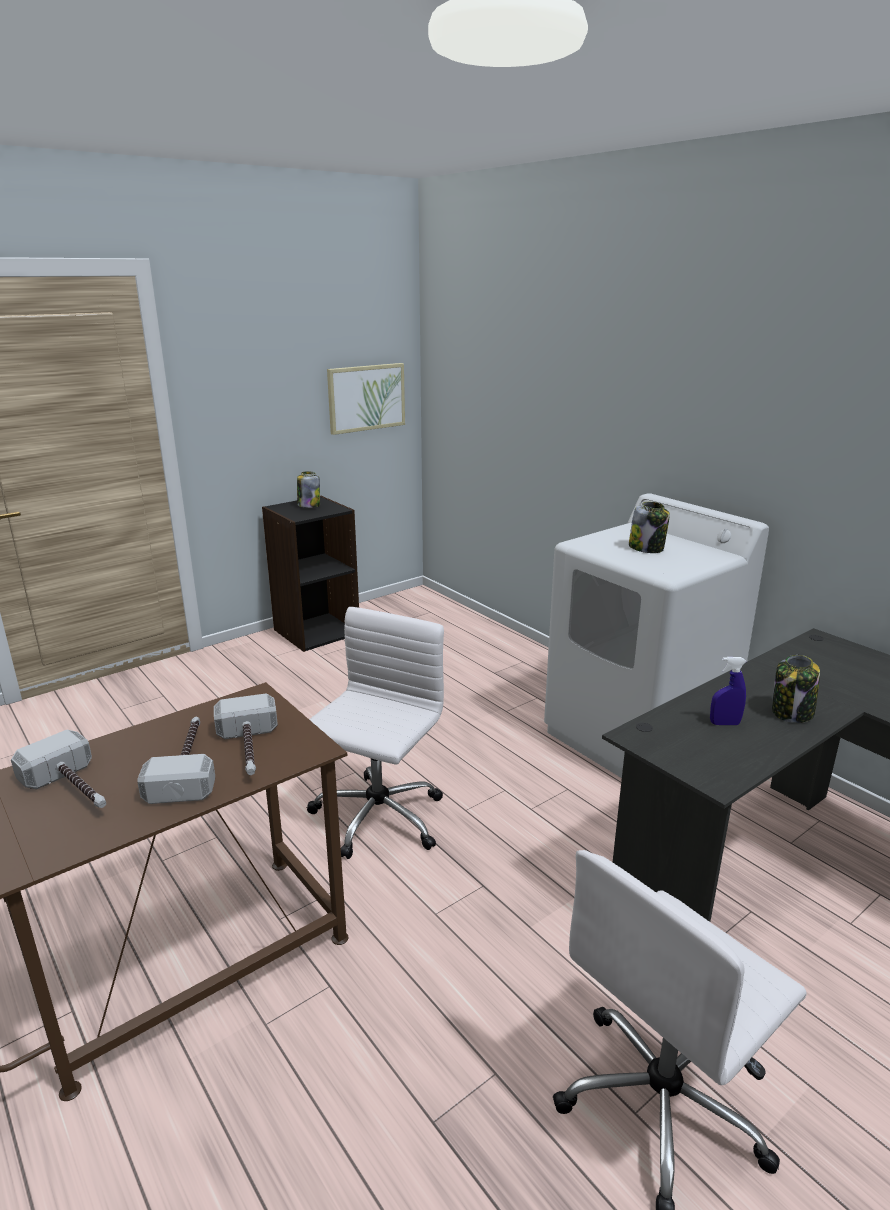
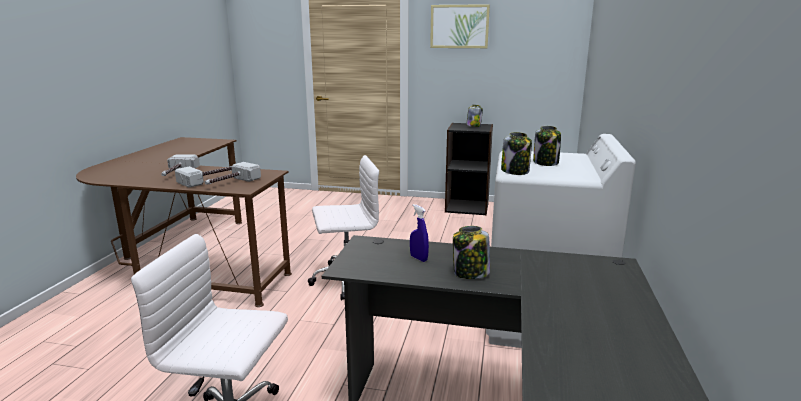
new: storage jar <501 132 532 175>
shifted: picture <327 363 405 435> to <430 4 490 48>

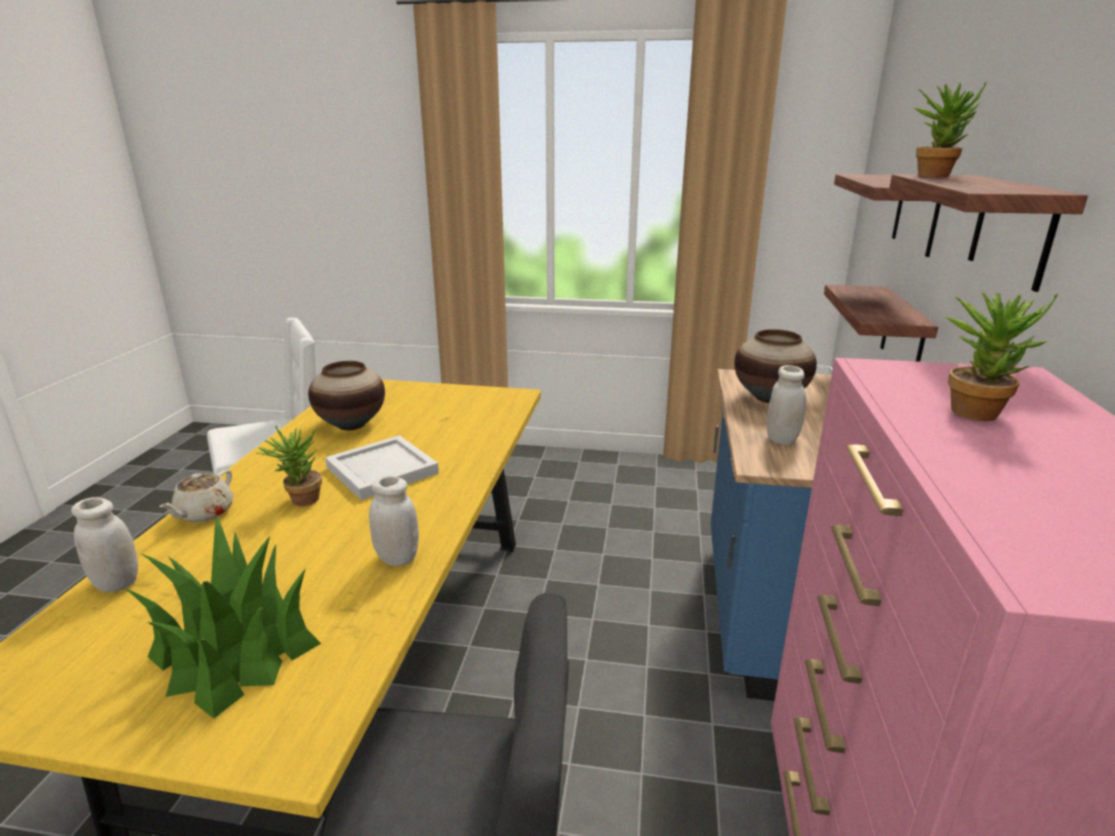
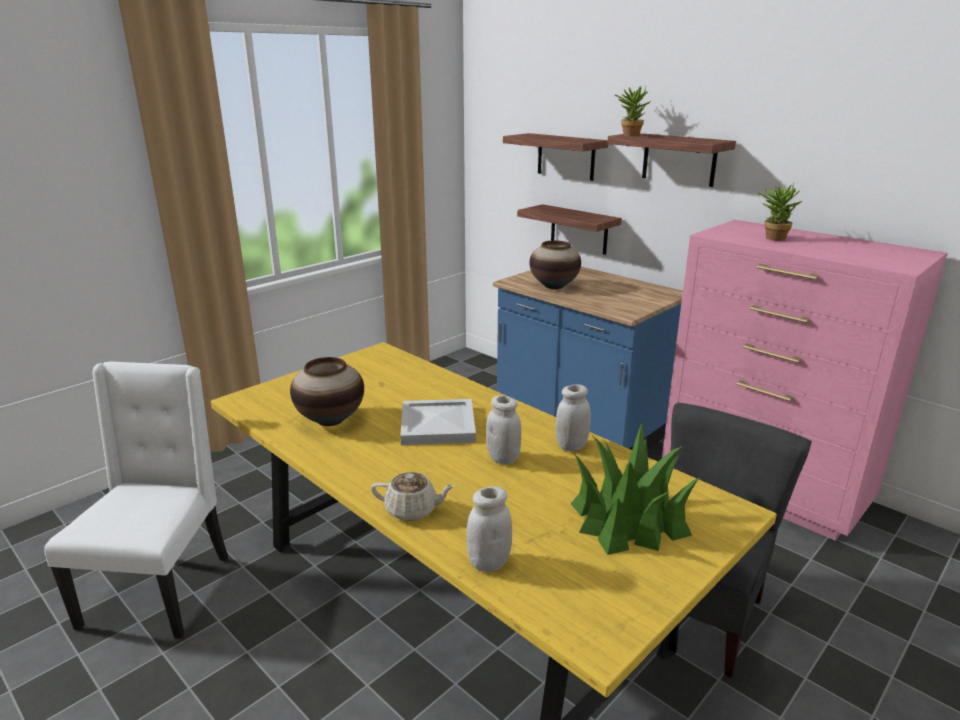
gone: potted plant <257 426 322 506>
shifted: whitish storage jar <767 365 806 445> to <486 395 521 464>
rotated: beige tea pot <160 470 233 522> = <371 472 455 521> 45 degrees counterclockwise

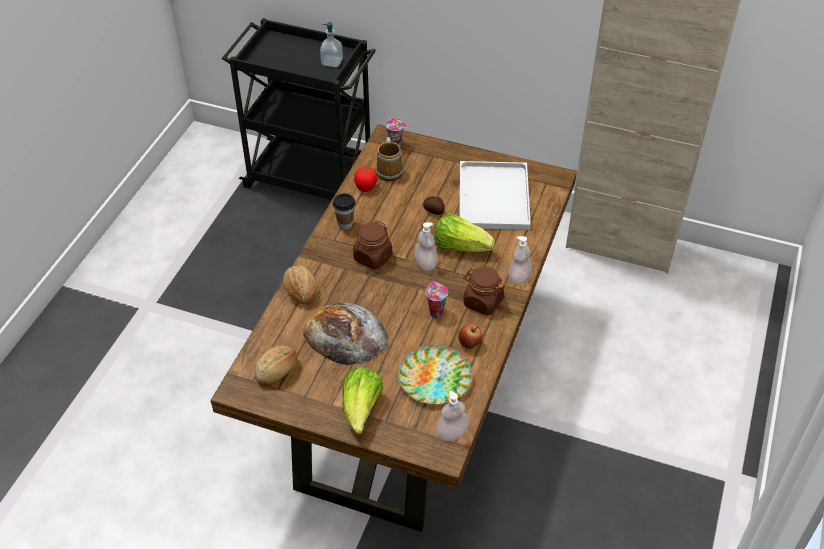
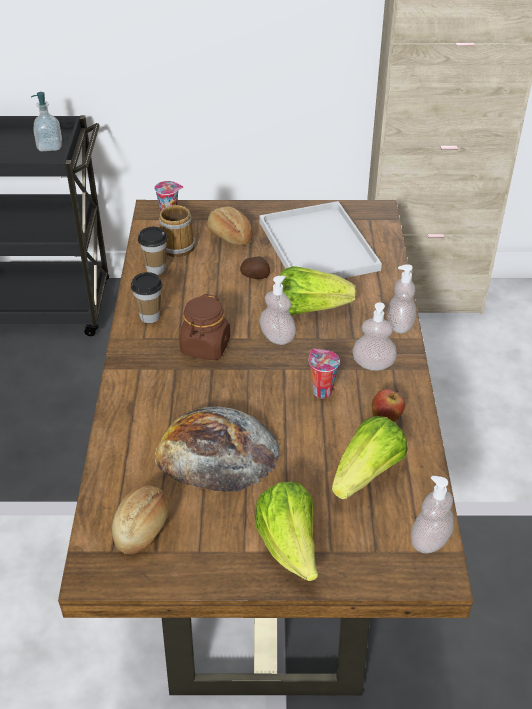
shifted: baked bread <283 266 317 305> to <207 206 253 245>
swapped: fresh tomato <354 167 377 192> to cup <138 227 168 275>; flat dish <398 345 472 405> to lettuce <332 416 408 500>; brown storage jar <463 267 505 315> to soap dispenser <353 302 397 371>

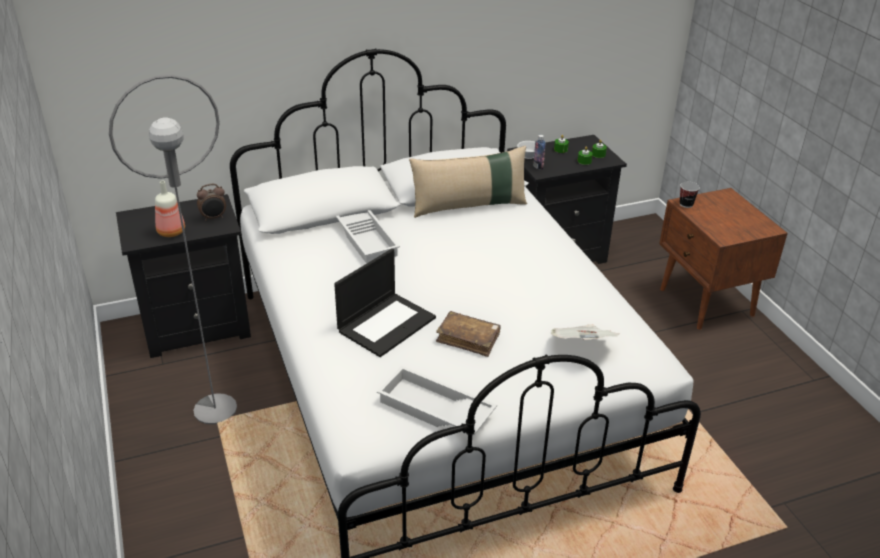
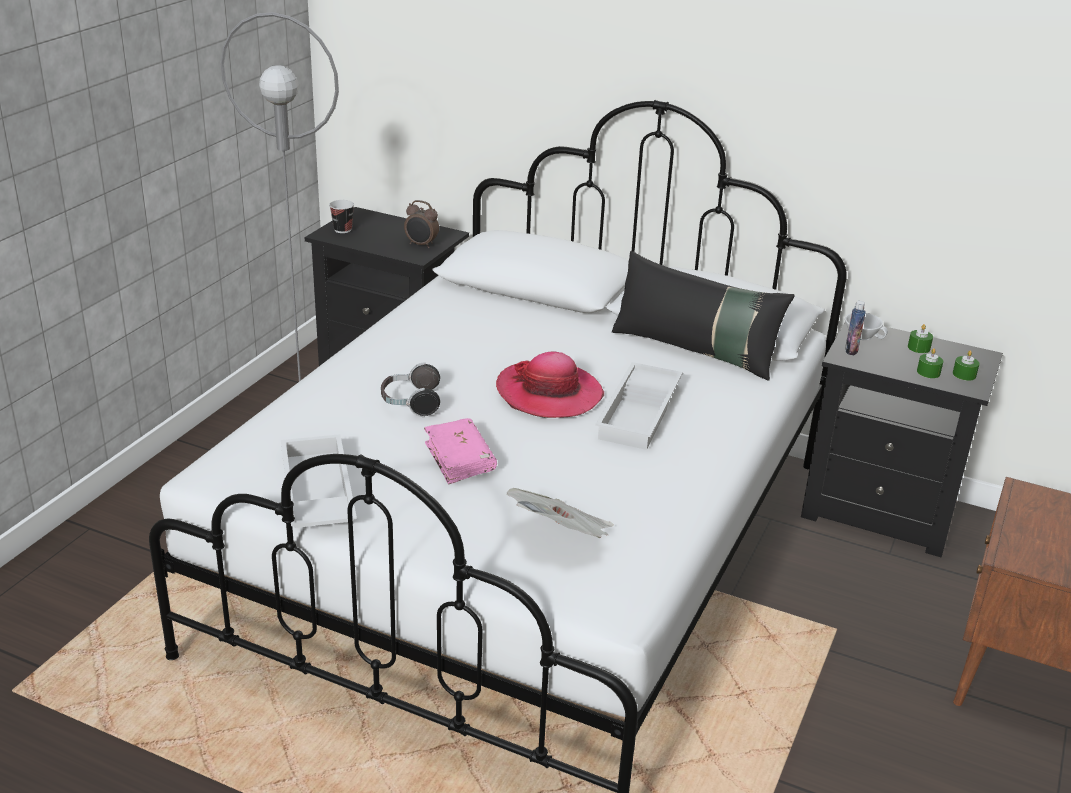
gone: beverage bottle <155 181 185 237>
new: hat <496 351 604 418>
shifted: cup <680 182 700 208> to <329 200 354 233>; whitish tray <336 210 400 264> to <595 362 683 450>
swapped: laptop <334 249 436 357> to pair of headphones <381 362 440 417>
repainted: brown book <436 311 500 357> to pink-coloured book <424 418 497 484>; beige cushion <409 146 527 218> to black cushion <612 251 795 381>

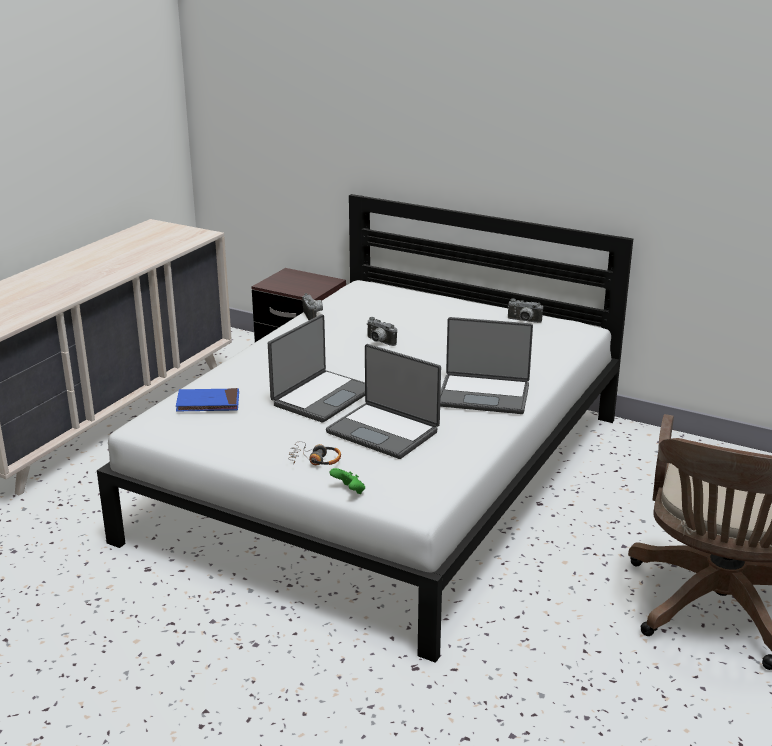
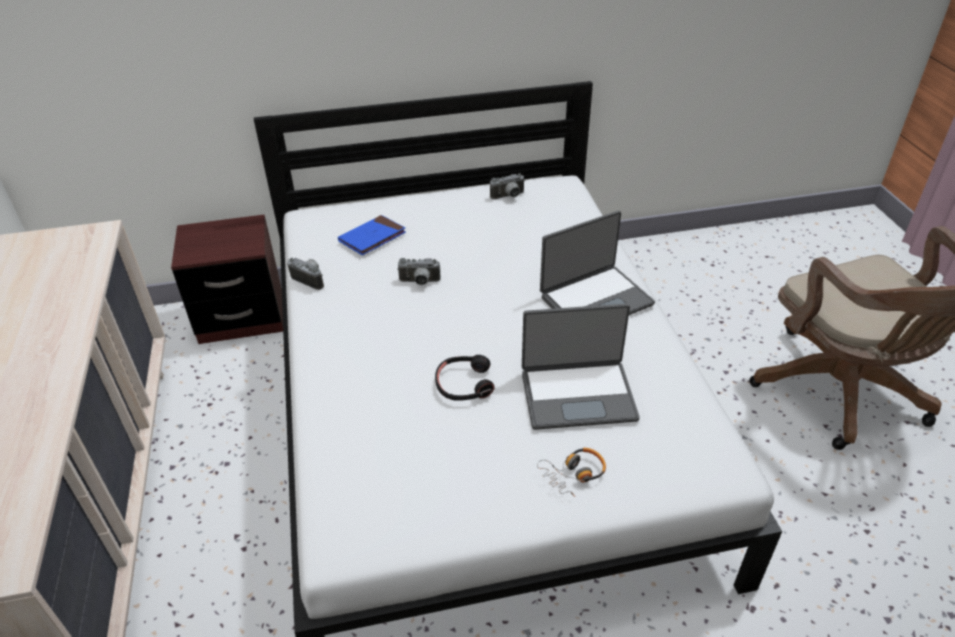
gone: green joypad <329 468 365 494>
shifted: blue book <176 388 239 411> to <338 215 406 255>
swapped: laptop <268 314 365 423> to black pair of headphones <435 355 495 401>

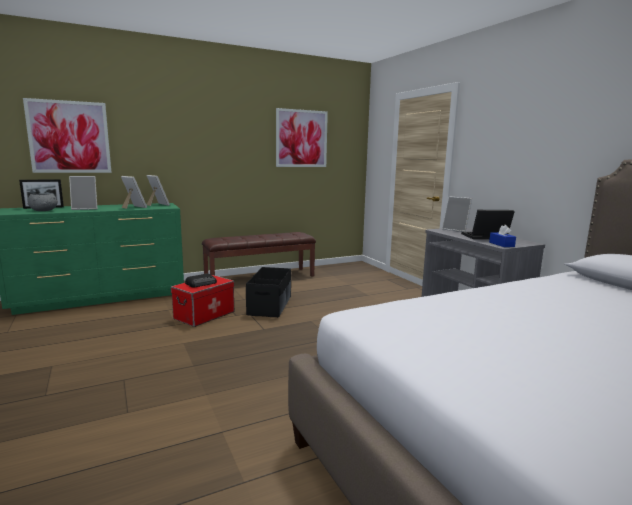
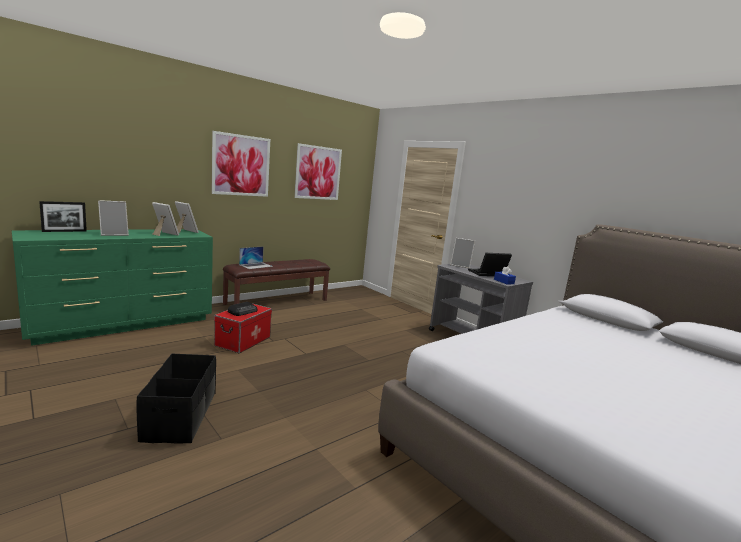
gone: gray bowl <27 193 58 211>
new: laptop <239 246 273 269>
shifted: black storage bin <246 267 291 317> to <136 354 216 444>; picture <23 98 112 173> to <211 131 270 197>

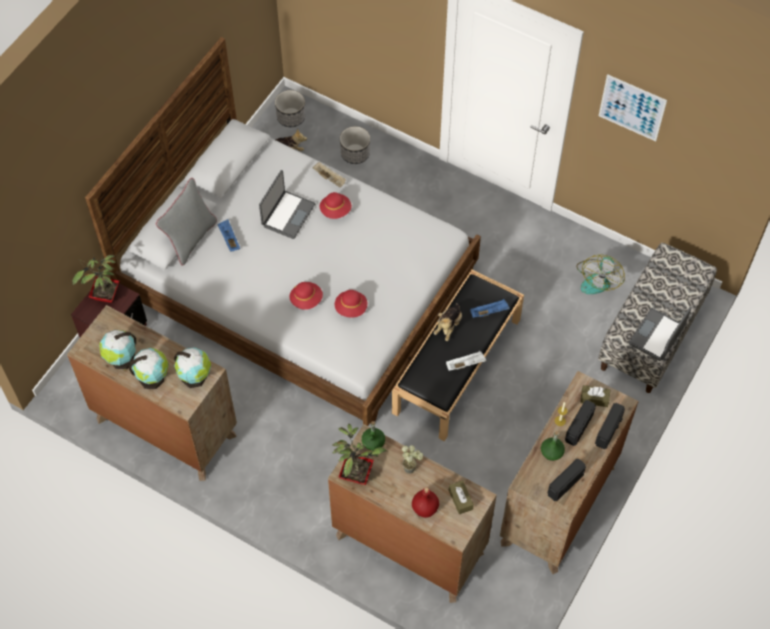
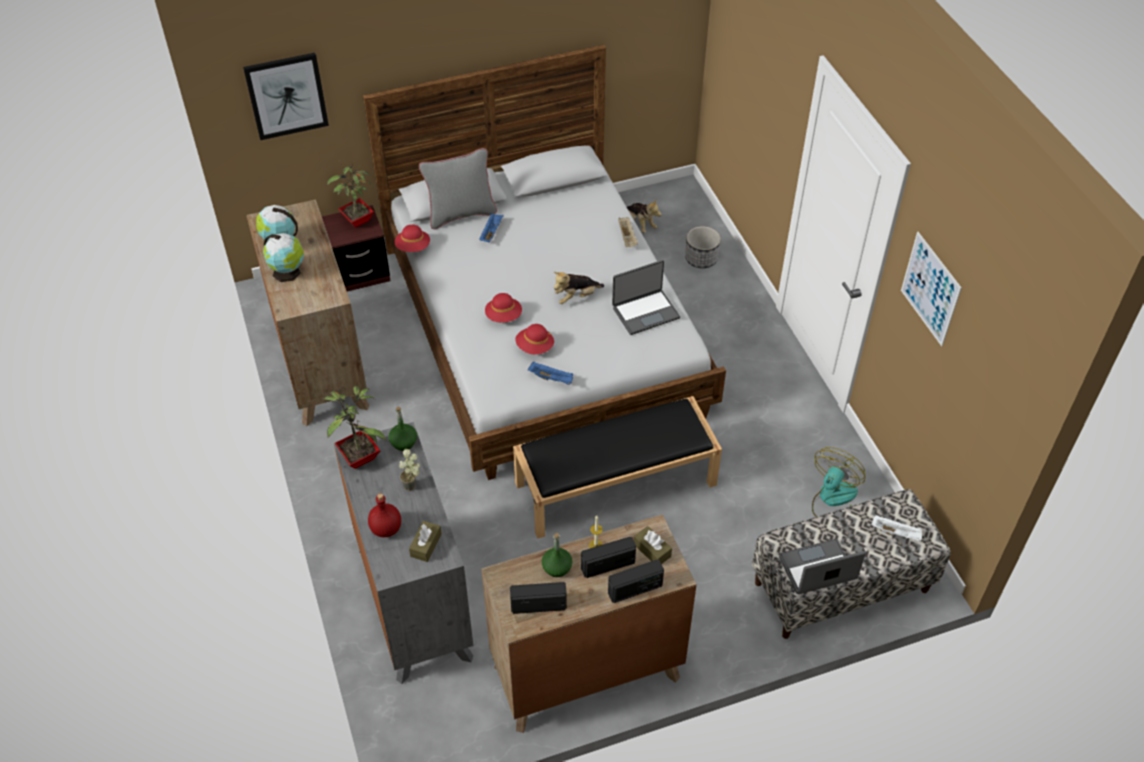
gone: world globe <174 348 211 388>; plant pot <275 90 305 127>
new: picture <243 53 329 140>
shifted: red-coloured hat <319 192 352 219> to <395 225 430 252>; blue tray <470 299 510 318> to <528 361 573 385>; soft toy <434 303 462 341> to <554 272 604 304>; laptop <259 170 316 239> to <612 260 680 335>; whitish tray <446 351 486 371> to <871 515 922 542>
repainted: brown dresser <328 424 497 603> to gray dresser <334 422 473 684>
rotated: electric fan <576 255 625 294> = <812 447 865 517> 150 degrees clockwise

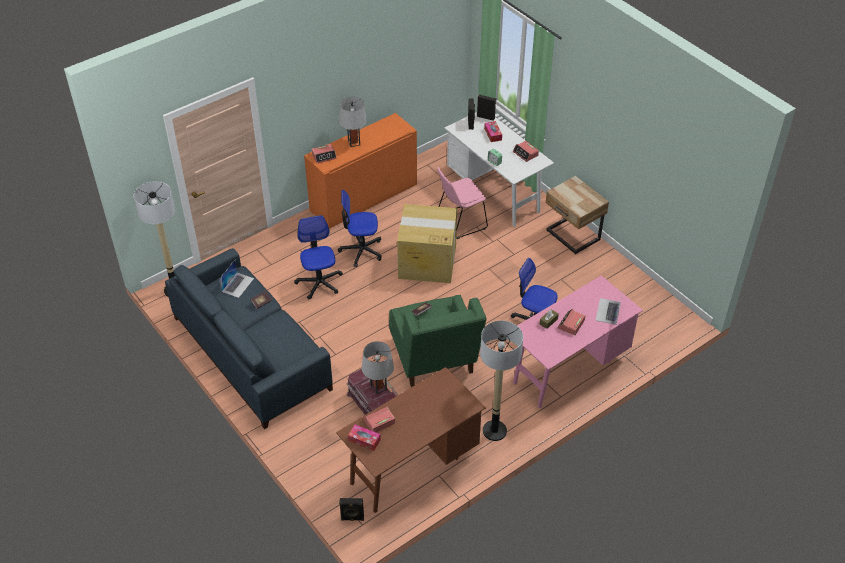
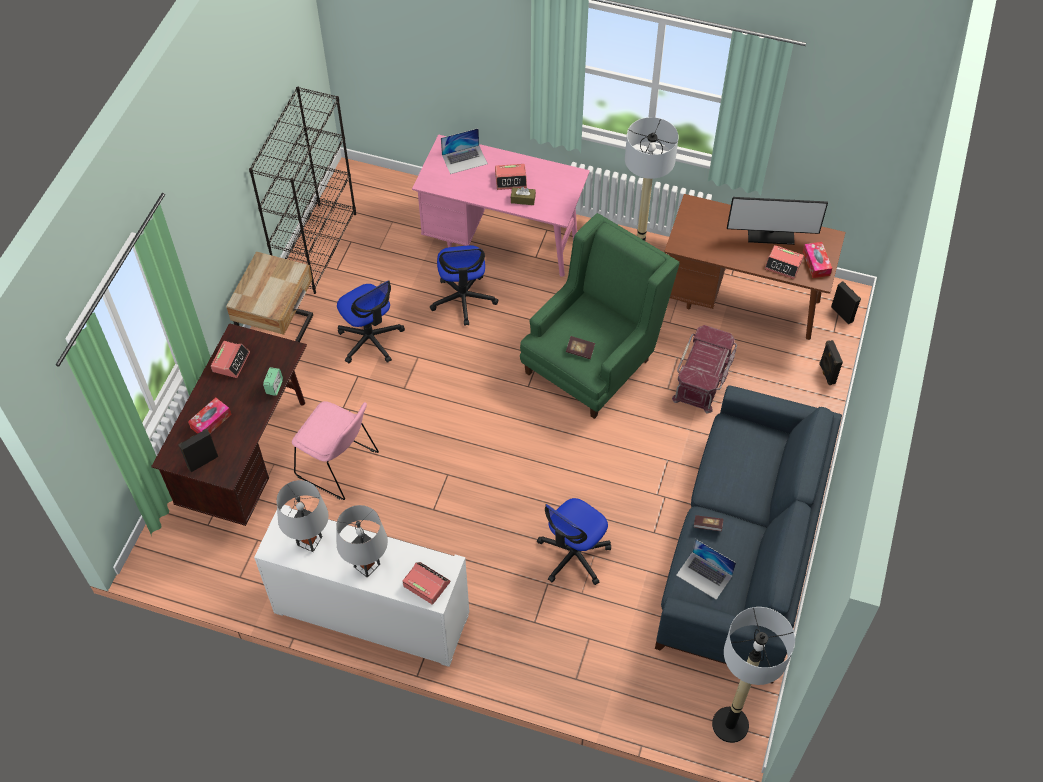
gone: carton <397 204 457 283>
new: black bookcase <249 87 356 294>; monitor <727 197 828 245>
shifted: gray tabletop lamp <362 341 394 394> to <276 480 329 552>; office chair <338 190 382 267> to <337 280 405 363>; black audio speaker <477 94 496 121> to <819 340 843 385>
repainted: whitish desk table <444 112 554 226> to brown desk table <151 323 307 526>; orange-coloured cupboard <304 113 417 229> to whitish cupboard <254 505 469 667>
rotated: laptop <219 260 254 298> = <676 539 736 600> 135 degrees counterclockwise

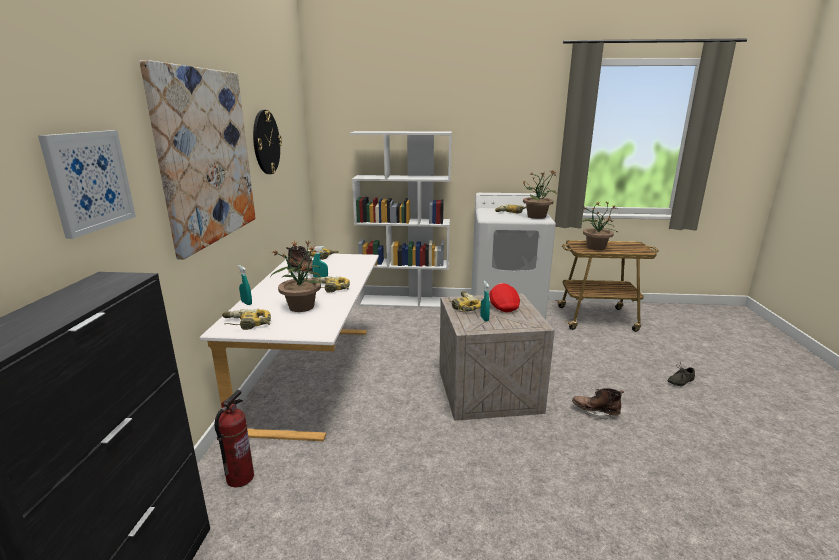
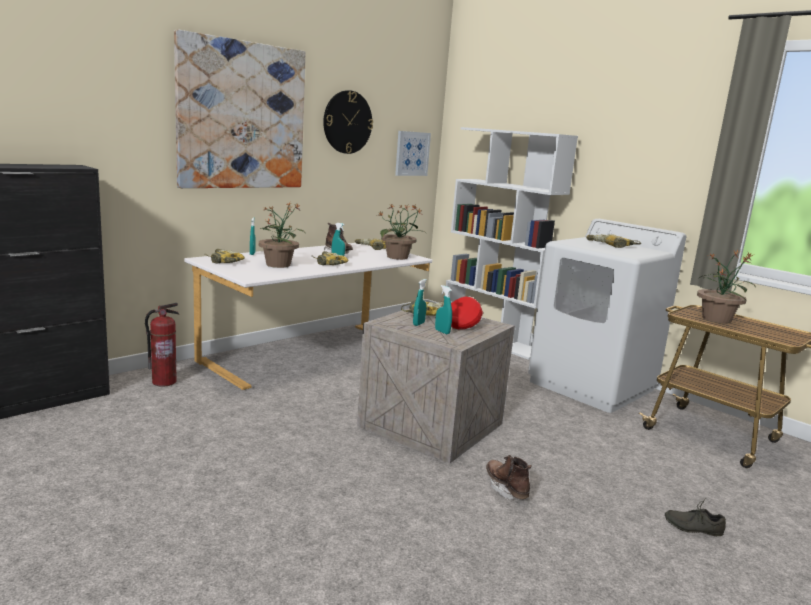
new: blue-green hand sprayer <435 285 452 334>
shifted: potted plant <522 170 557 219> to <377 204 426 260>; picture <38 130 136 239> to <395 131 431 176>

